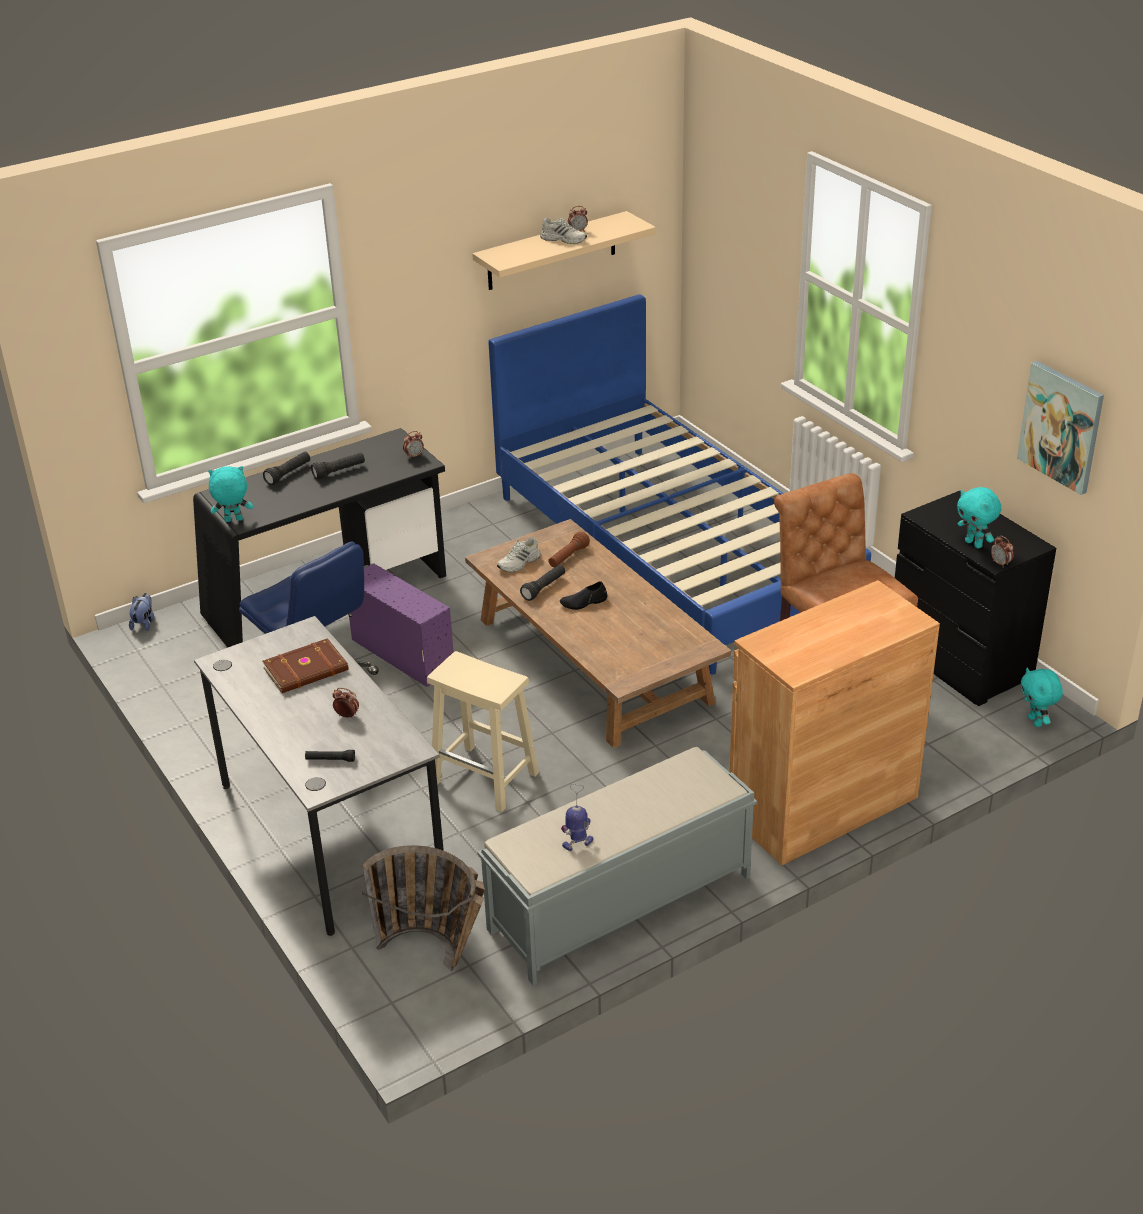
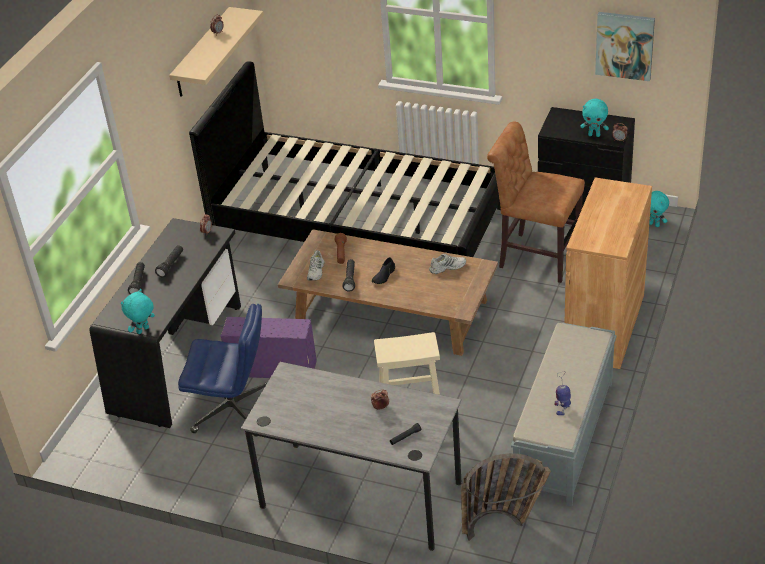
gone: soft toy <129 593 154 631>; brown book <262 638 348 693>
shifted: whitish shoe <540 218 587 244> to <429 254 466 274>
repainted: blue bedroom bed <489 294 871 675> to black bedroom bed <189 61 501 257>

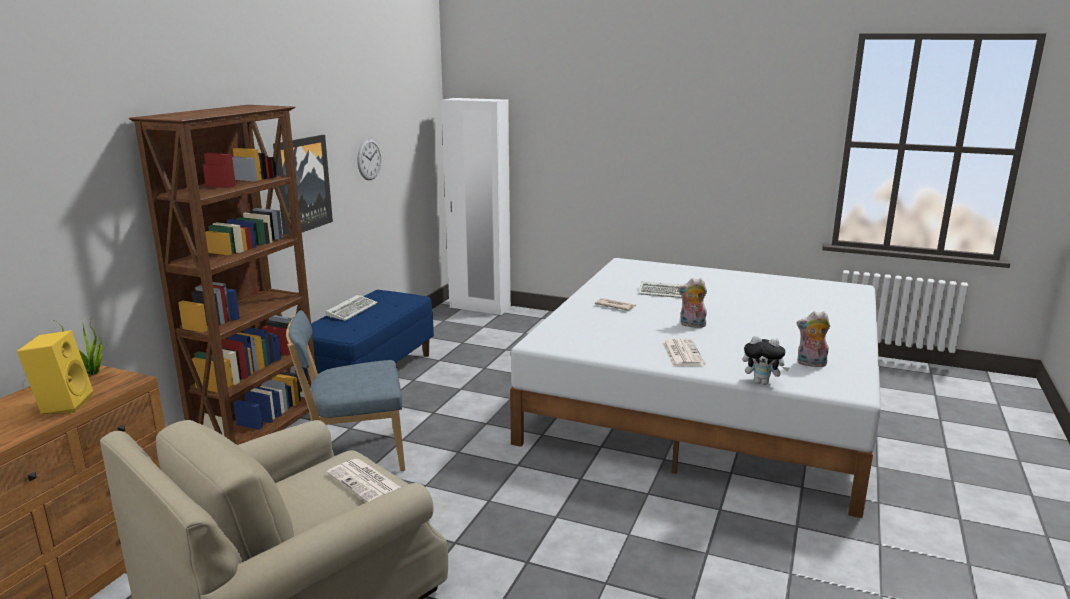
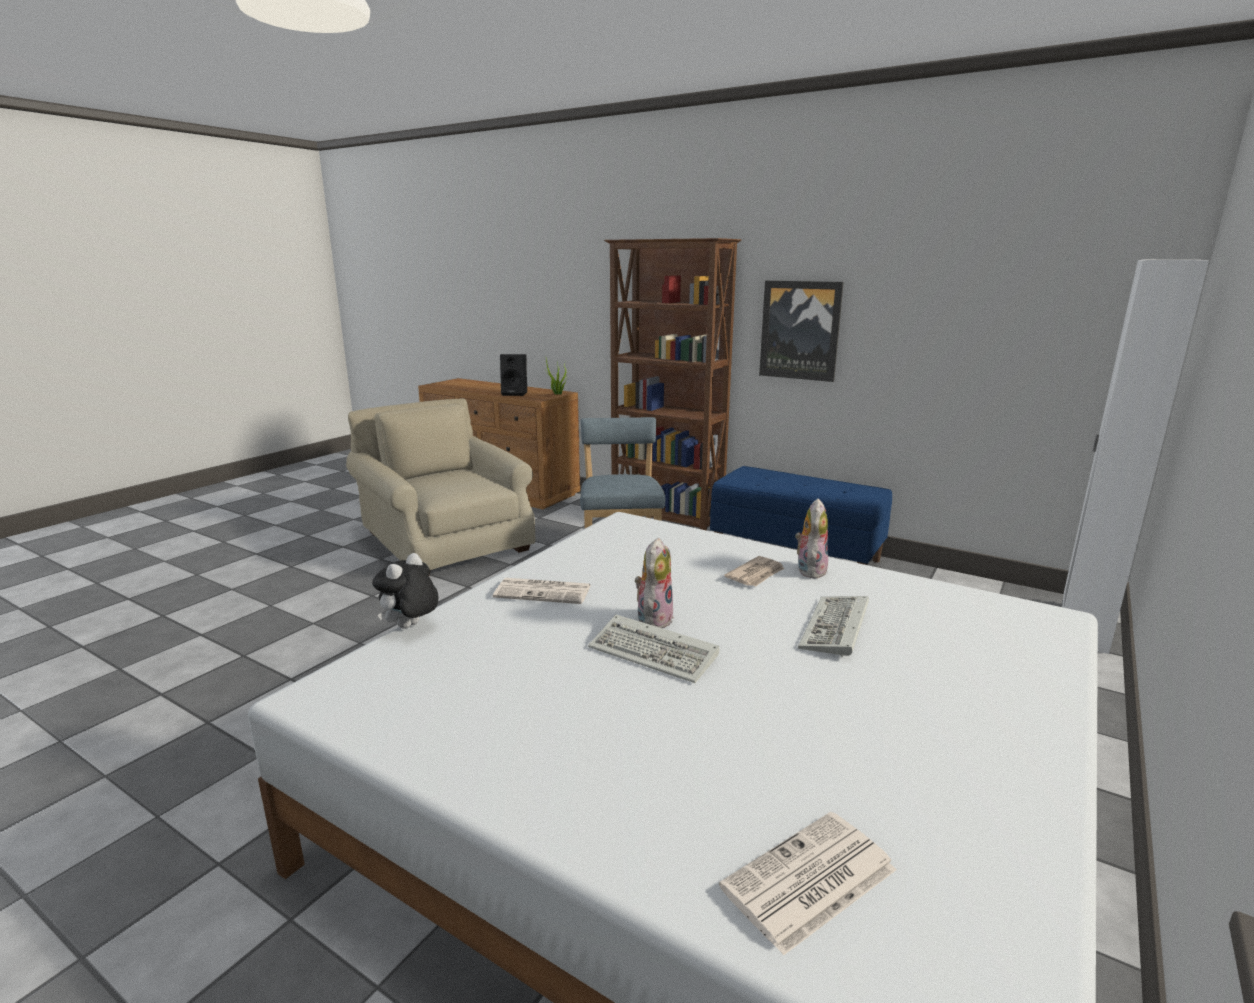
gone: clock on the wall <357 139 381 180>
shifted: PC keyboard <325 295 378 321> to <588 615 719 683>; newspaper <327 459 401 502> to <719 812 897 956>; soft toy <797 311 830 367> to <795 499 828 579>
repainted: yellow-coloured audio speaker <17 330 93 414> to black audio speaker <500 354 527 396>

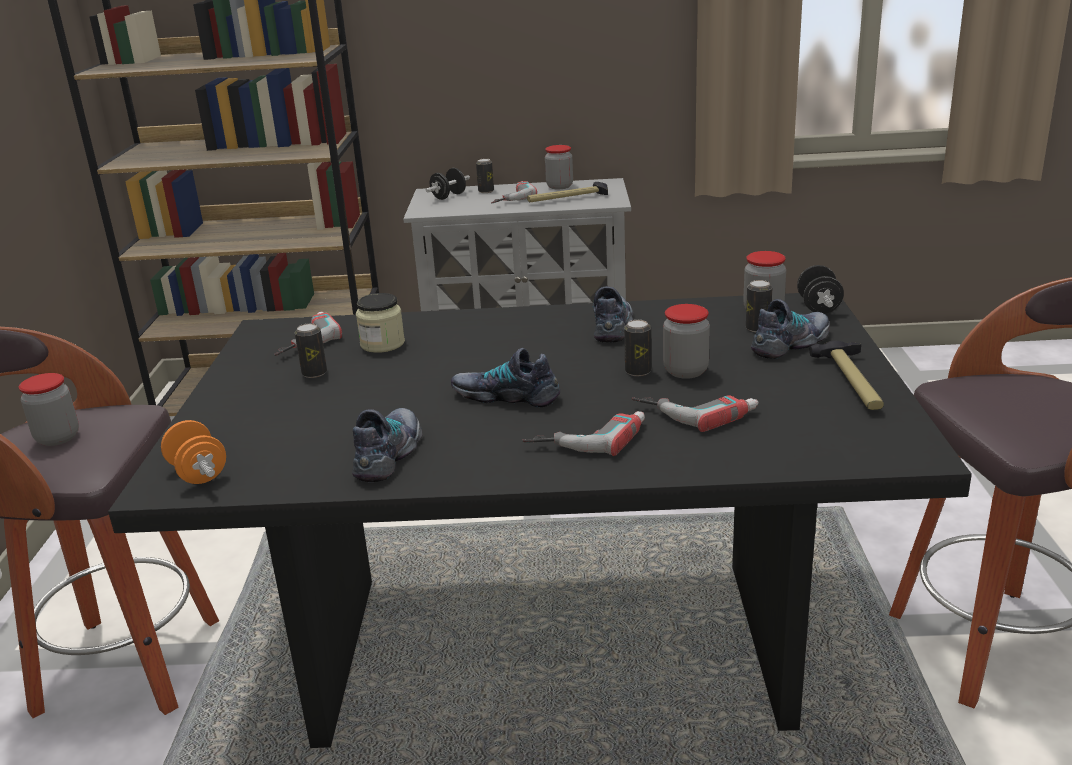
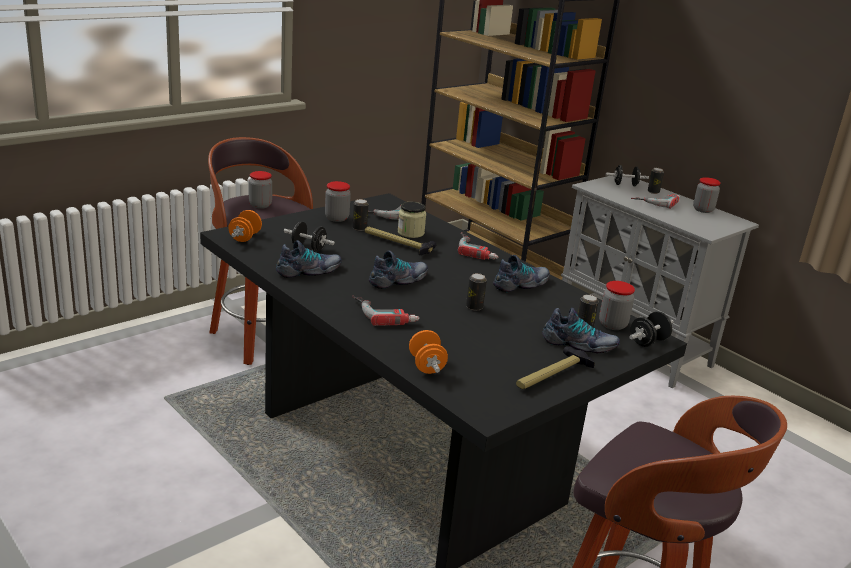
new: black dumbbell <284 221 335 252>; orange-coloured dumbbell <409 330 448 374>
shifted: storage jar <663 304 710 379> to <325 181 351 222>; tool hammer <527 182 608 202> to <365 227 436 255>; drill <632 395 759 432> to <458 232 499 260>
rotated: shoe <451 348 560 407> = <369 251 428 289> 75 degrees clockwise

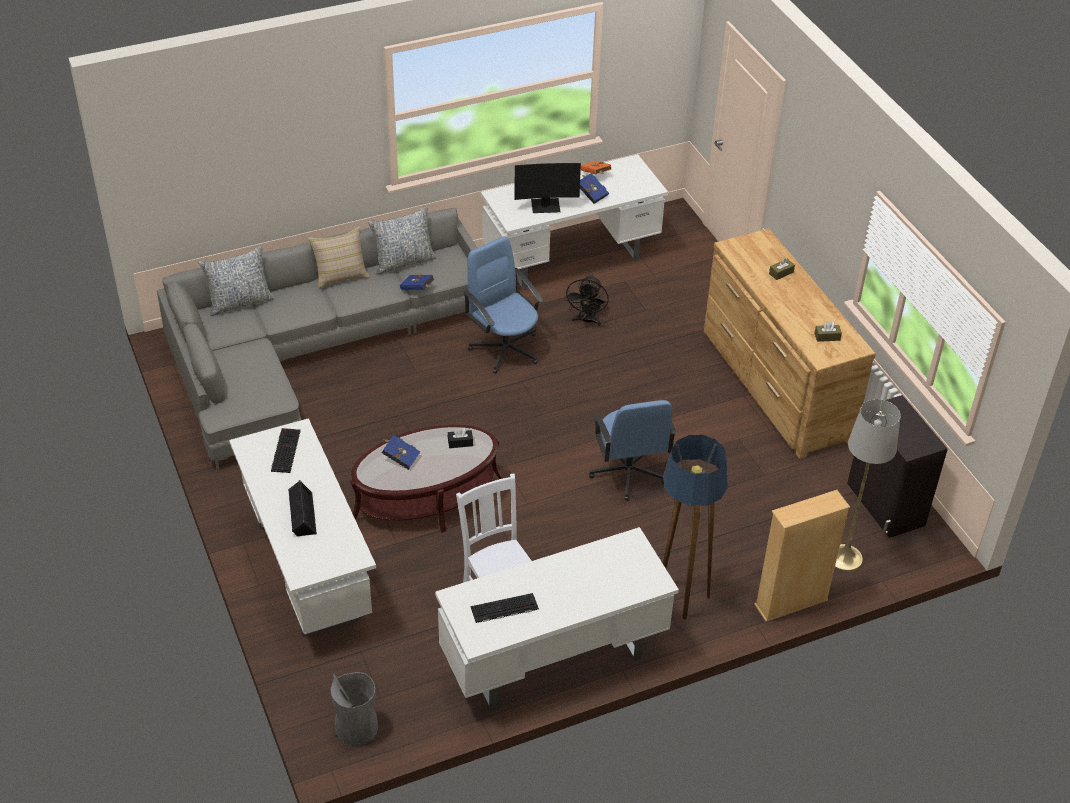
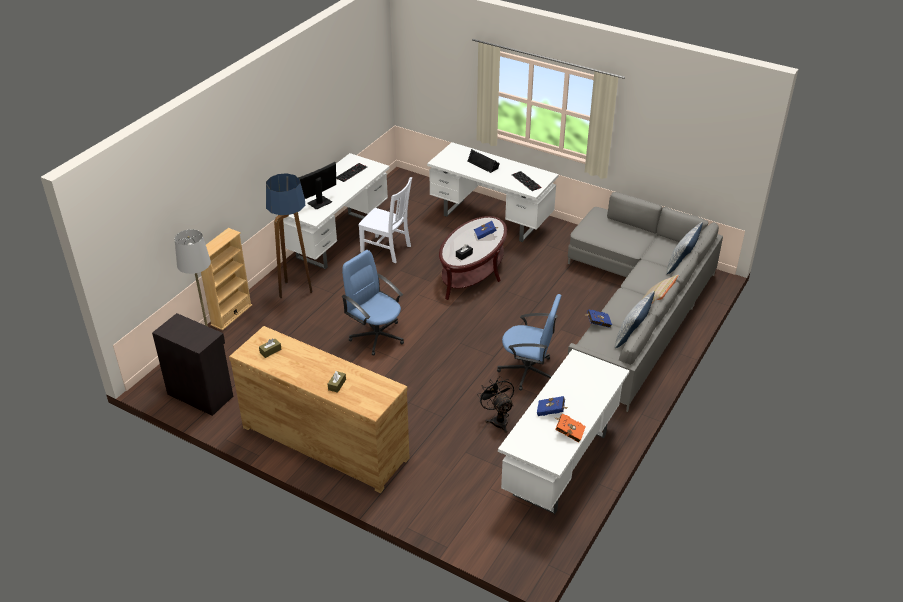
gone: gray waste bin <331 672 378 746>
shifted: monitor <515 163 581 213> to <298 162 336 210>

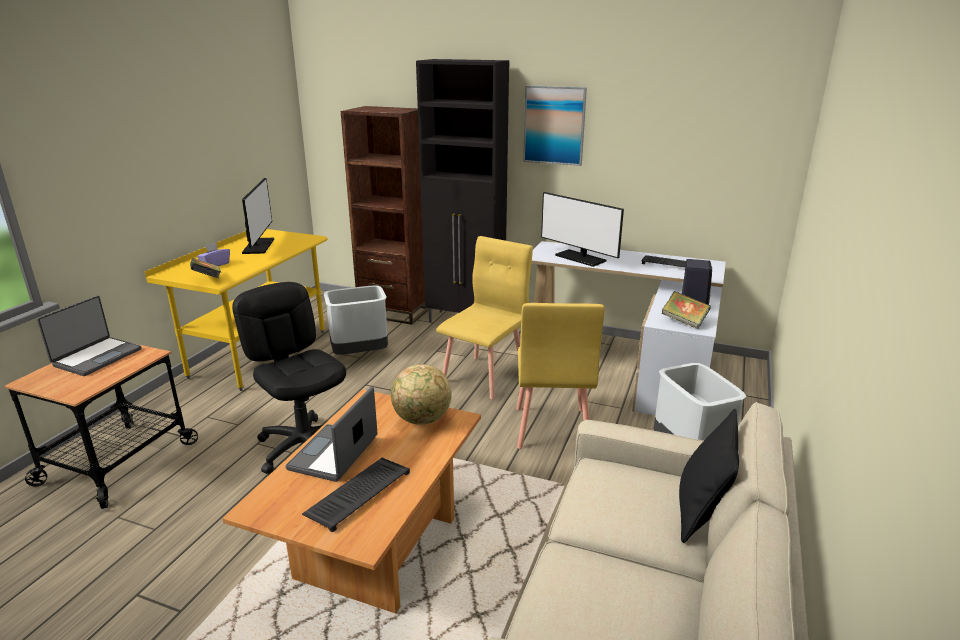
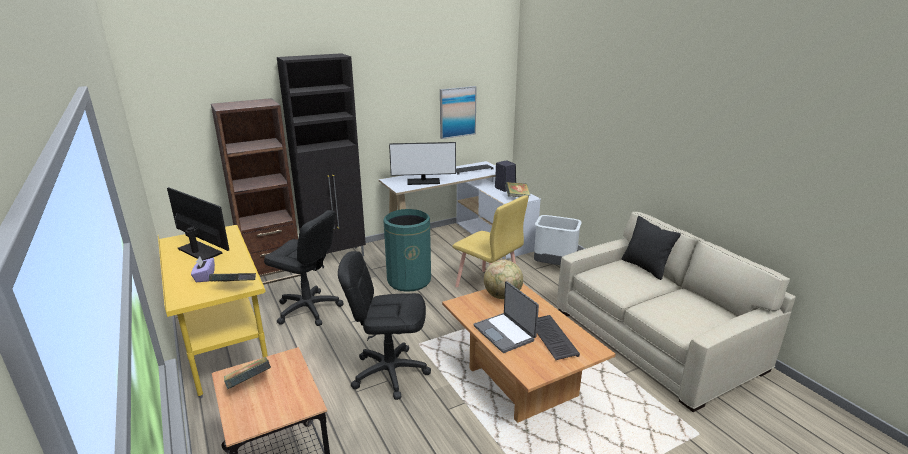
shifted: picture <523 86 587 166> to <440 86 477 139>
swapped: laptop <37 296 141 376> to book <224 357 271 389>; gray waste bin <324 286 388 355> to black office chair <264 210 343 326>; yellow-coloured plain chair <436 236 533 400> to green waste bin <383 209 431 292>

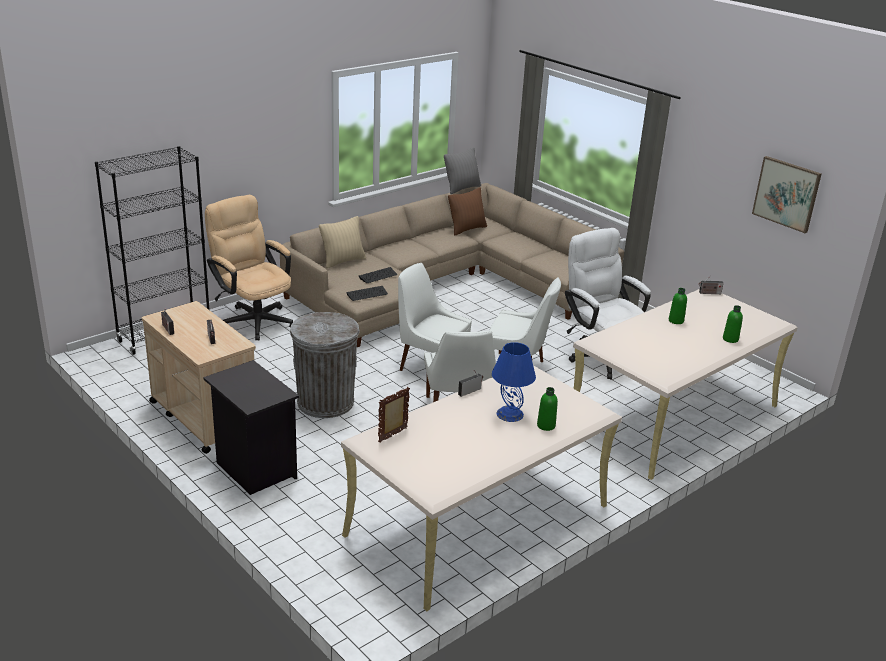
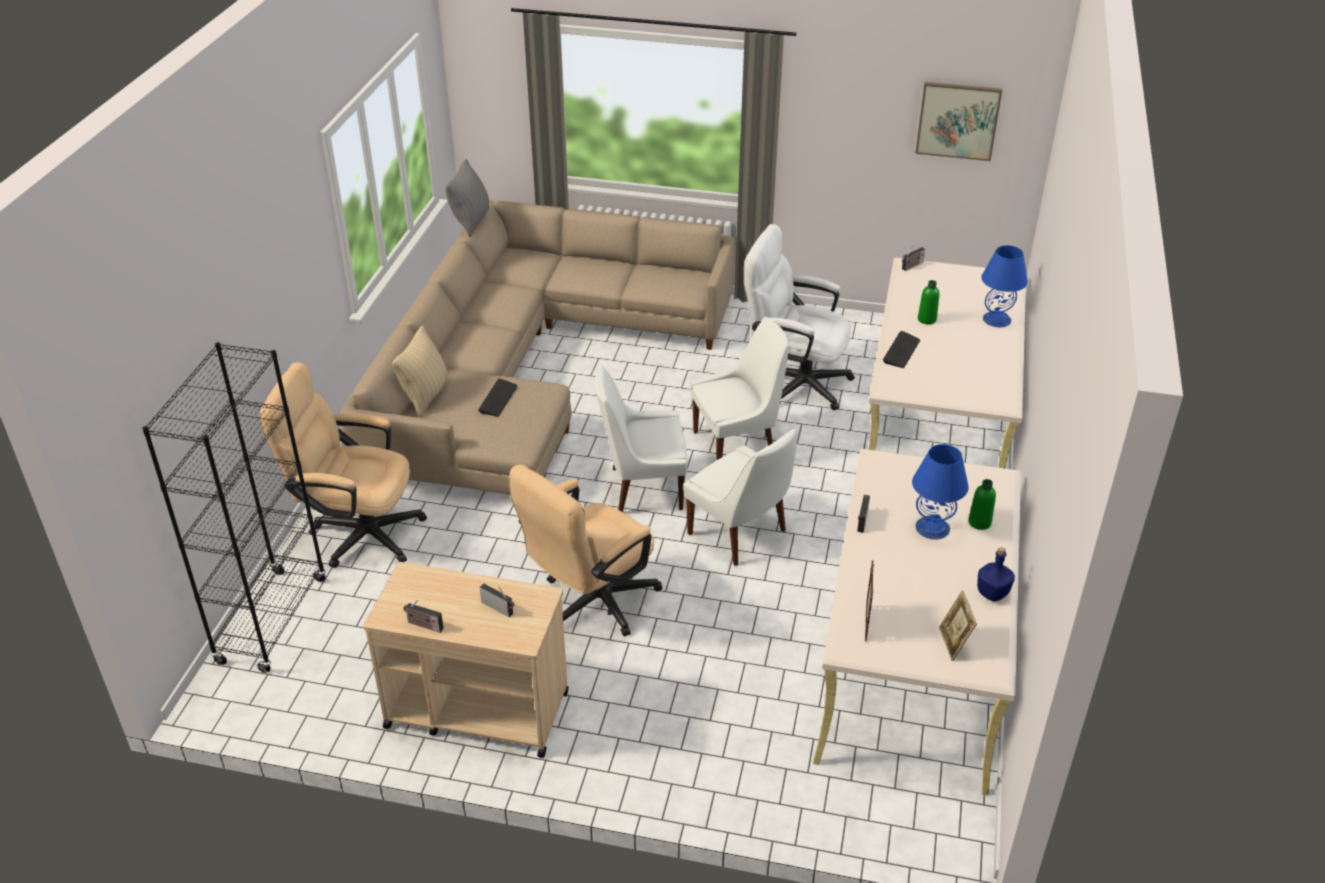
gone: black bedside table <203 360 299 495>; brown cushion <448 187 487 236>
new: standing frame <939 590 977 661>; blue beverage bottle <977 547 1015 601>
shifted: PC keyboard <346 286 388 301> to <883 331 920 368>
swapped: gray waste bin <290 312 359 418> to beige office chair <508 465 662 637>; green beverage bottle <723 305 743 343> to blue tabletop lamp <981 245 1028 327>

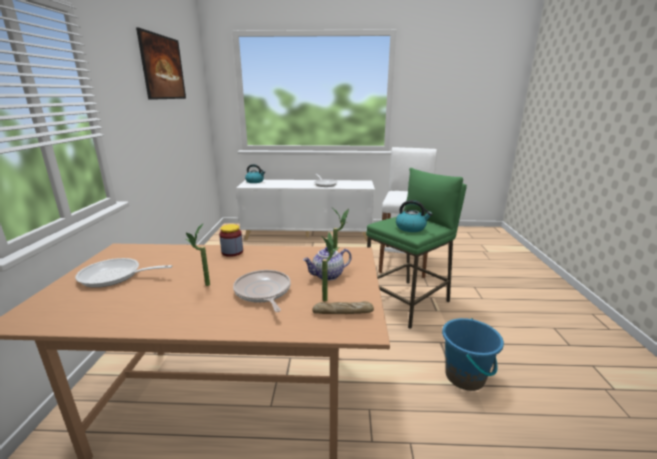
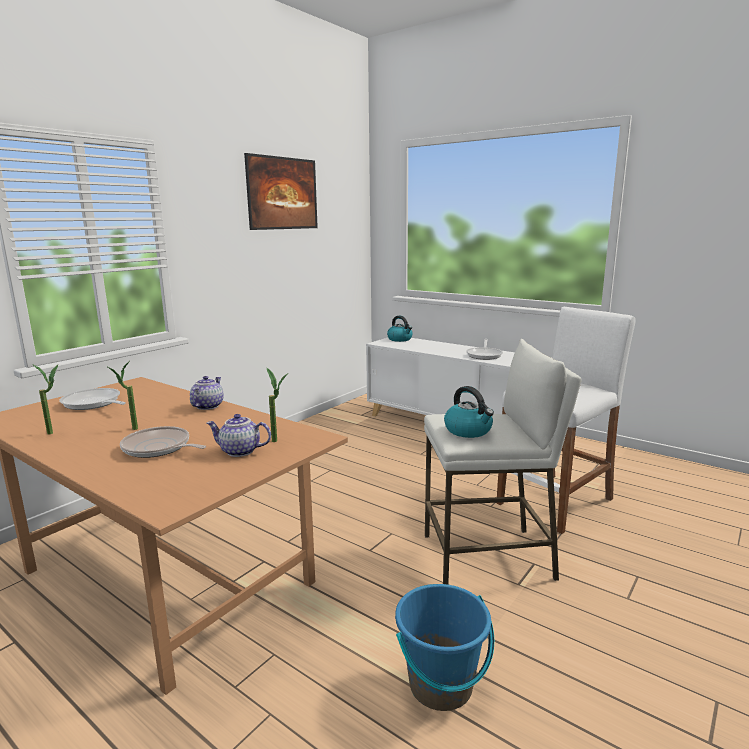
gone: baked bread <313 301 374 314>
shifted: potted plant <321 232 339 301> to <32 364 58 435>
swapped: storage jar <219 224 243 257> to tea pot <190 376 224 410>
repainted: green stool seat <366 168 467 329> to whitish stool seat <424 339 582 585>
rotated: frying pan <233 270 291 312> = <120 426 206 458> 75 degrees counterclockwise

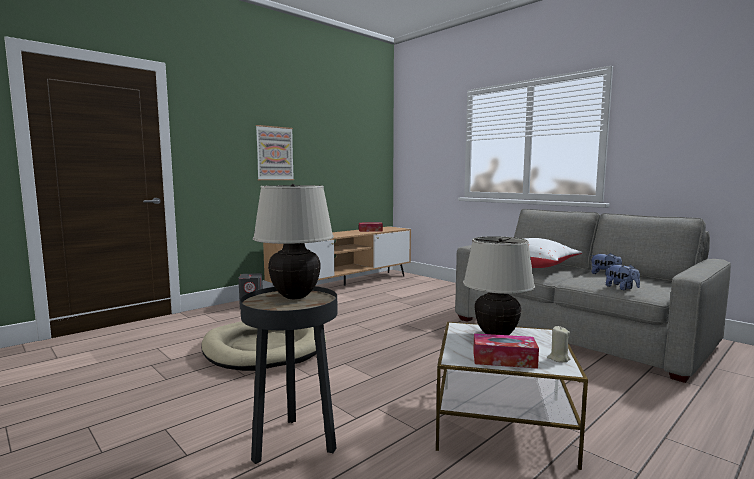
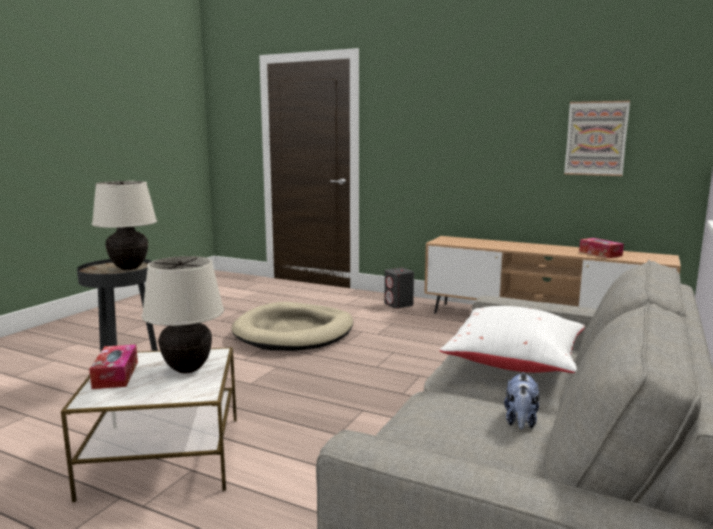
gone: beige wax candle <547 326 570 363>; soft toy <606 264 640 290>
shifted: picture <256 125 294 180> to <564 101 630 176>

